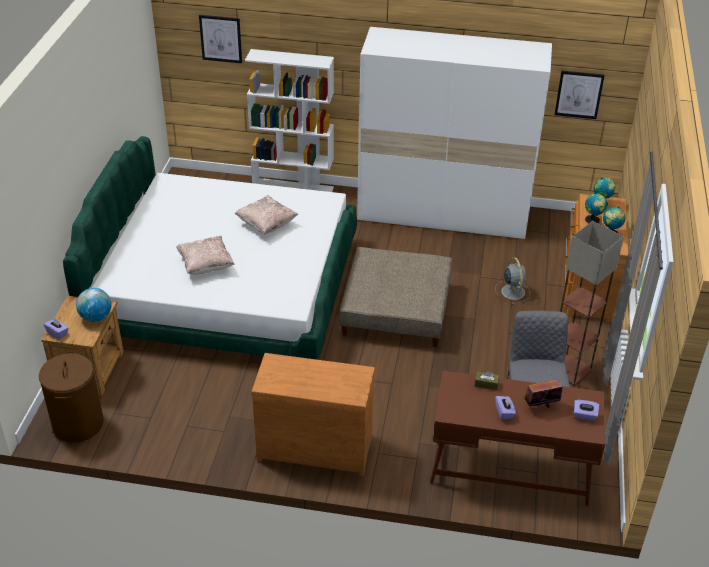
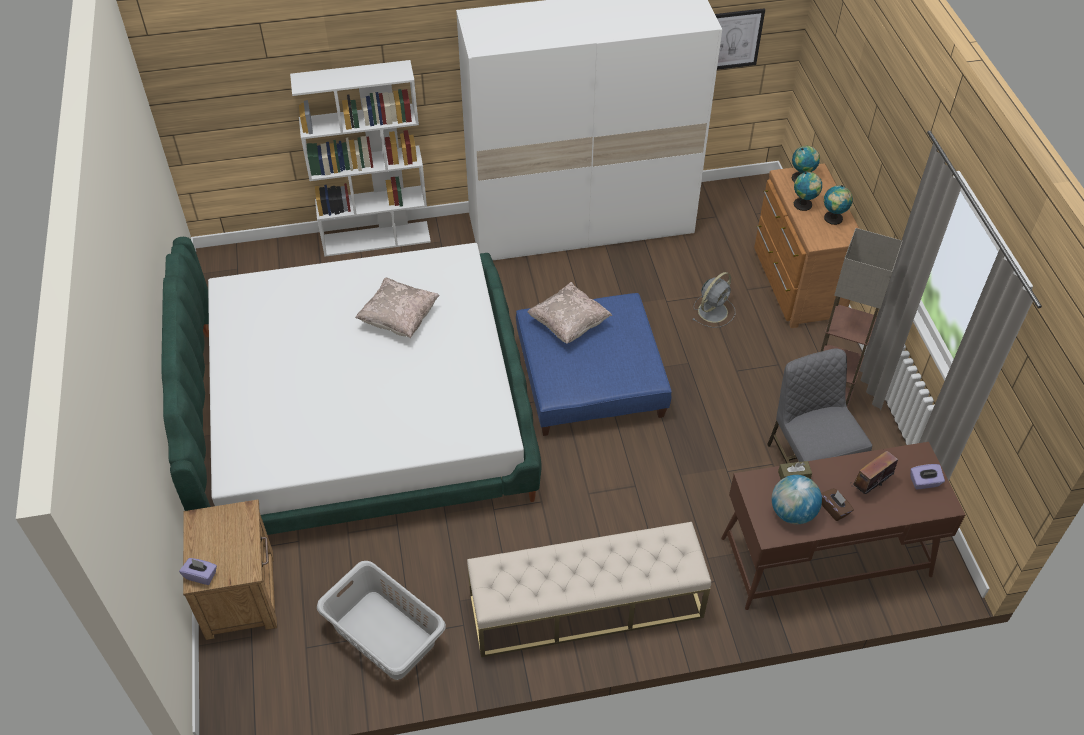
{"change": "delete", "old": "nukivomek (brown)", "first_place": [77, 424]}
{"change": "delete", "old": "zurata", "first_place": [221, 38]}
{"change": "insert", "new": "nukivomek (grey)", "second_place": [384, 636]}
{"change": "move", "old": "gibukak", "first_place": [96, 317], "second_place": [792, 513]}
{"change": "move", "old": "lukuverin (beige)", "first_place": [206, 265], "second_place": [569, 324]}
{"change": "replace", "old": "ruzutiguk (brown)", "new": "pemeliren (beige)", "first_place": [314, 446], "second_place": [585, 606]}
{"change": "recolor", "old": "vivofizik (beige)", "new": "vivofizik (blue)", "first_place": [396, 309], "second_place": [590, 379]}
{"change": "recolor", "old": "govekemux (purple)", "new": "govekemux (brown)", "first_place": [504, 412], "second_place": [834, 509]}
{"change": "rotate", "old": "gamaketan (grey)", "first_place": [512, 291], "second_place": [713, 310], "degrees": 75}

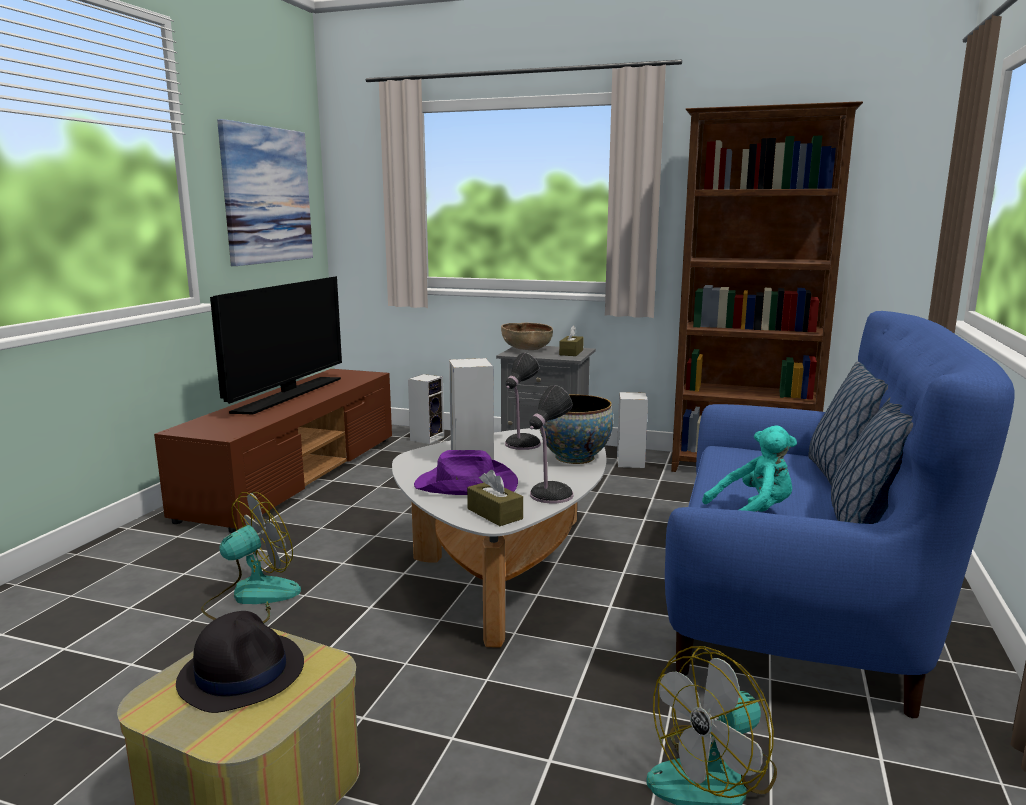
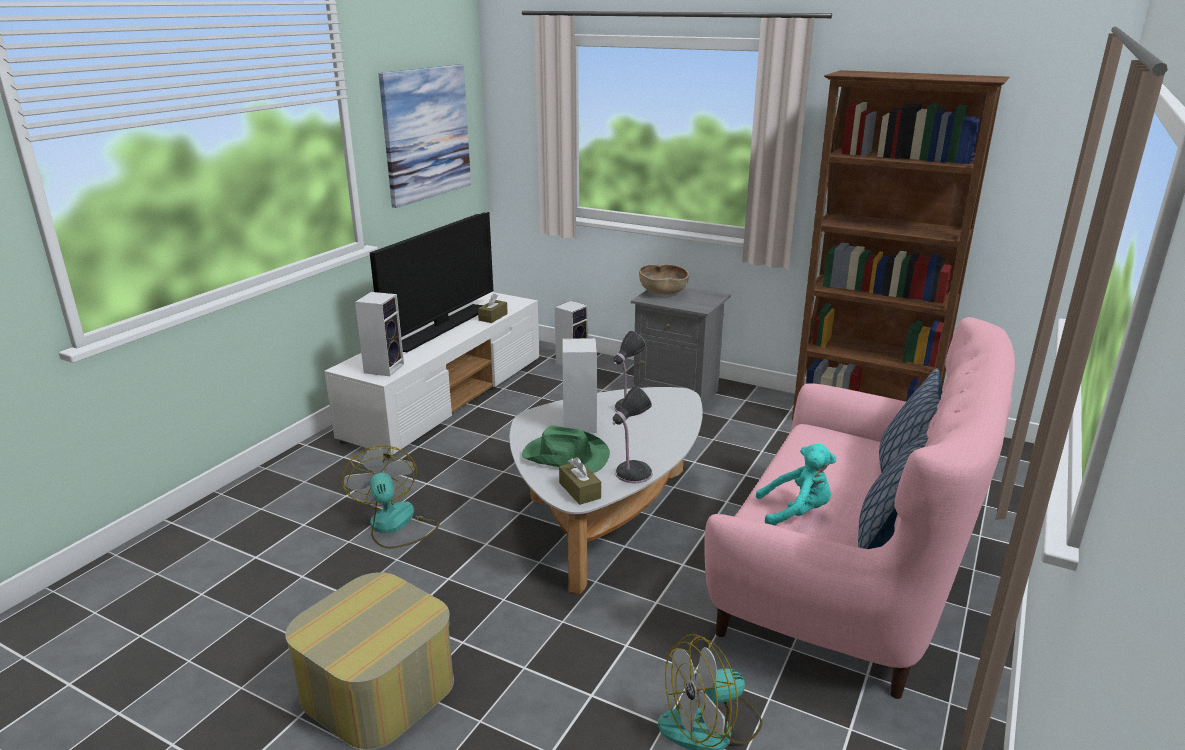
{"change": "delete", "old": "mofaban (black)", "first_place": [242, 673]}
{"change": "delete", "old": "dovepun", "first_place": [575, 457]}
{"change": "move", "old": "govekemux (brown)", "first_place": [571, 352], "second_place": [493, 317]}
{"change": "move", "old": "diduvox", "first_place": [629, 462], "second_place": [384, 368]}
{"change": "recolor", "old": "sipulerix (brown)", "new": "sipulerix (white)", "first_place": [296, 475], "second_place": [447, 397]}
{"change": "recolor", "old": "mofaban (purple)", "new": "mofaban (green)", "first_place": [465, 486], "second_place": [565, 456]}
{"change": "recolor", "old": "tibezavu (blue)", "new": "tibezavu (pink)", "first_place": [797, 607], "second_place": [846, 583]}
{"change": "rotate", "old": "gamaketan", "first_place": [251, 598], "second_place": [395, 526], "degrees": -75}

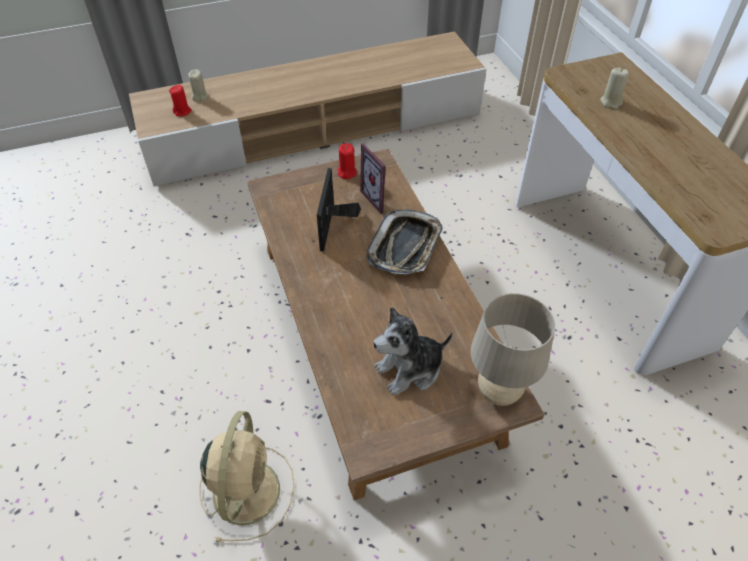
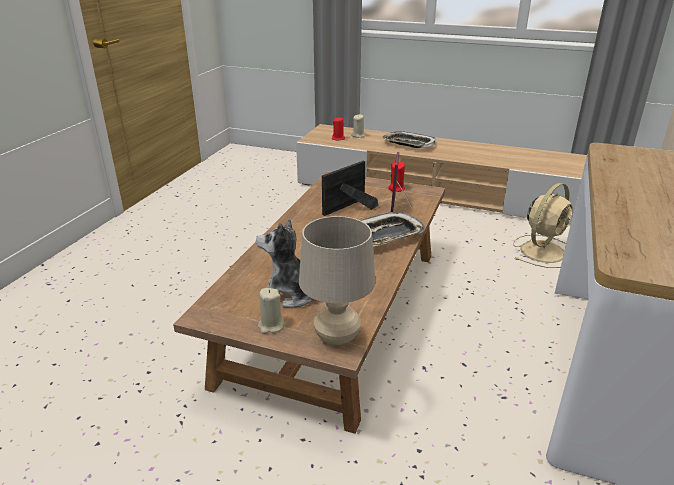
{"change": "insert", "new": "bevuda", "second_place": [408, 143]}
{"change": "move", "old": "gamaketan (beige)", "first_place": [247, 488], "second_place": [543, 251]}
{"change": "move", "old": "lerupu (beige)", "first_place": [611, 102], "second_place": [271, 326]}

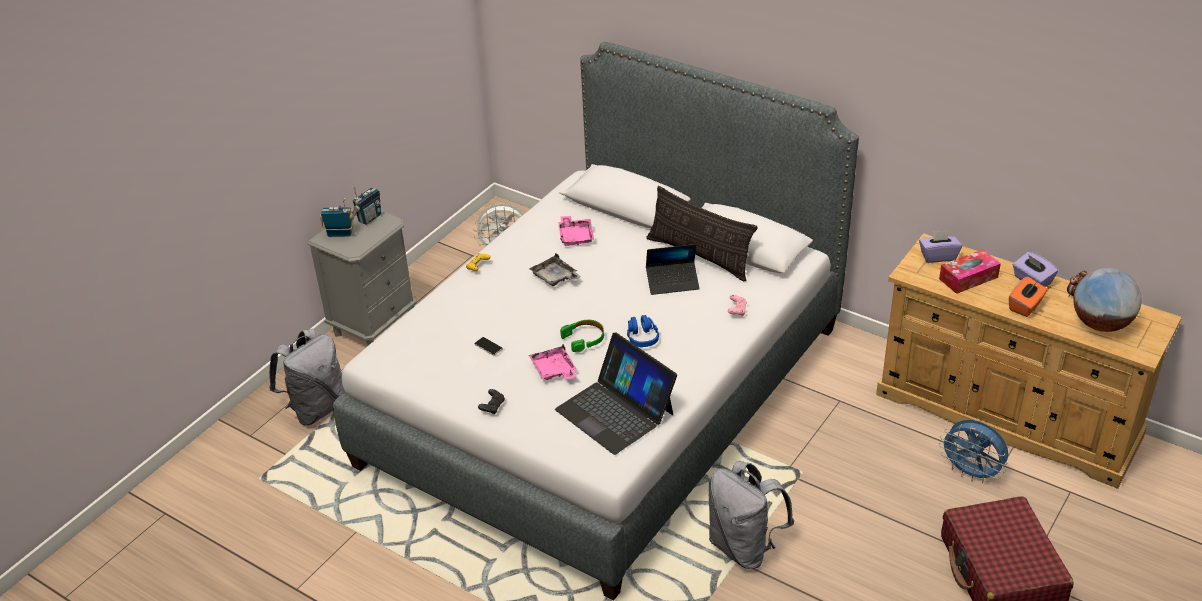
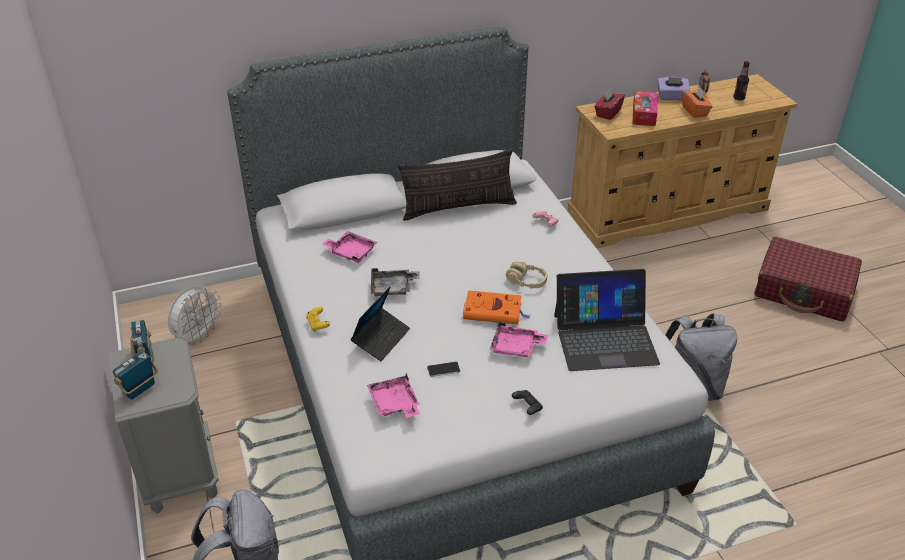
{"change": "delete", "old": "gamaketan (blue)", "first_place": [971, 473]}
{"change": "insert", "new": "bevuda (pink)", "second_place": [394, 404]}
{"change": "move", "old": "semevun", "first_place": [672, 282], "second_place": [381, 338]}
{"change": "replace", "old": "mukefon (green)", "new": "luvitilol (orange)", "first_place": [584, 339], "second_place": [494, 311]}
{"change": "replace", "old": "gibukak", "new": "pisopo", "first_place": [1101, 324], "second_place": [739, 98]}
{"change": "recolor", "old": "mukefon (blue)", "new": "mukefon (beige)", "first_place": [642, 337], "second_place": [526, 281]}
{"change": "recolor", "old": "govekemux (purple)", "new": "govekemux (red)", "first_place": [938, 256], "second_place": [608, 113]}

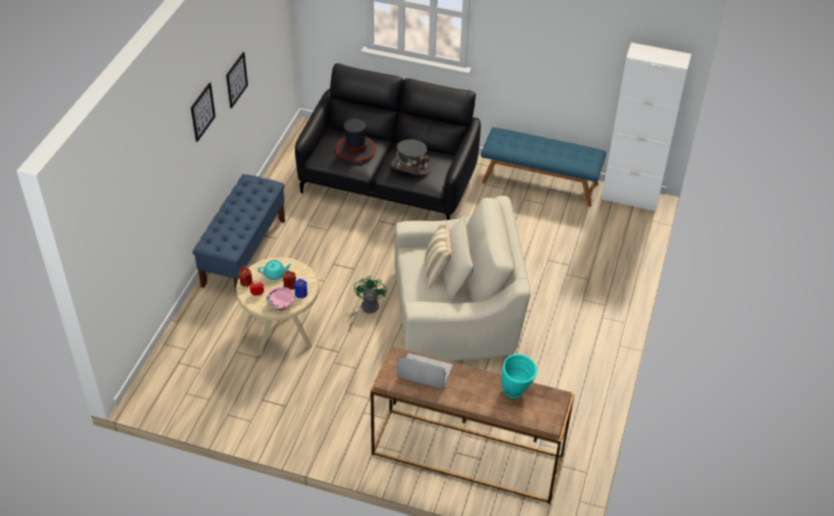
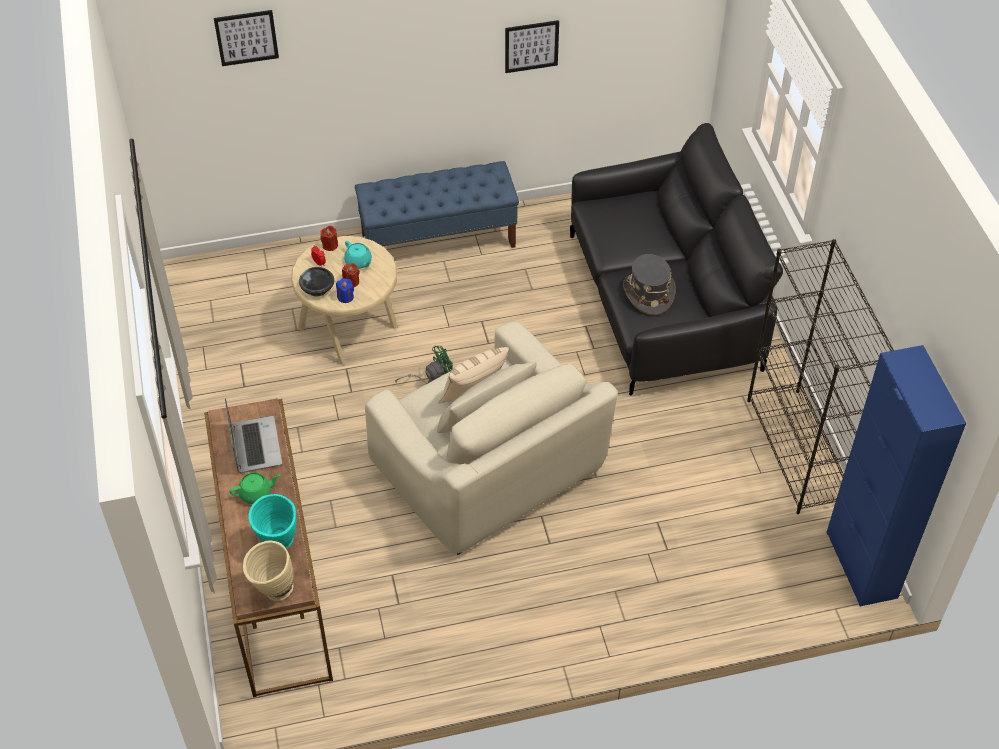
{"change": "delete", "old": "mofaban", "first_place": [355, 149]}
{"change": "insert", "new": "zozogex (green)", "second_place": [256, 493]}
{"change": "insert", "new": "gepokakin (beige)", "second_place": [272, 591]}
{"change": "move", "old": "zurata", "first_place": [202, 112], "second_place": [246, 37]}
{"change": "replace", "old": "pemeliren (blue)", "new": "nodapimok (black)", "first_place": [540, 182], "second_place": [798, 451]}
{"change": "recolor", "old": "dovepun (pink)", "new": "dovepun (black)", "first_place": [281, 304], "second_place": [317, 289]}
{"change": "recolor", "old": "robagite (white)", "new": "robagite (blue)", "first_place": [630, 197], "second_place": [861, 565]}

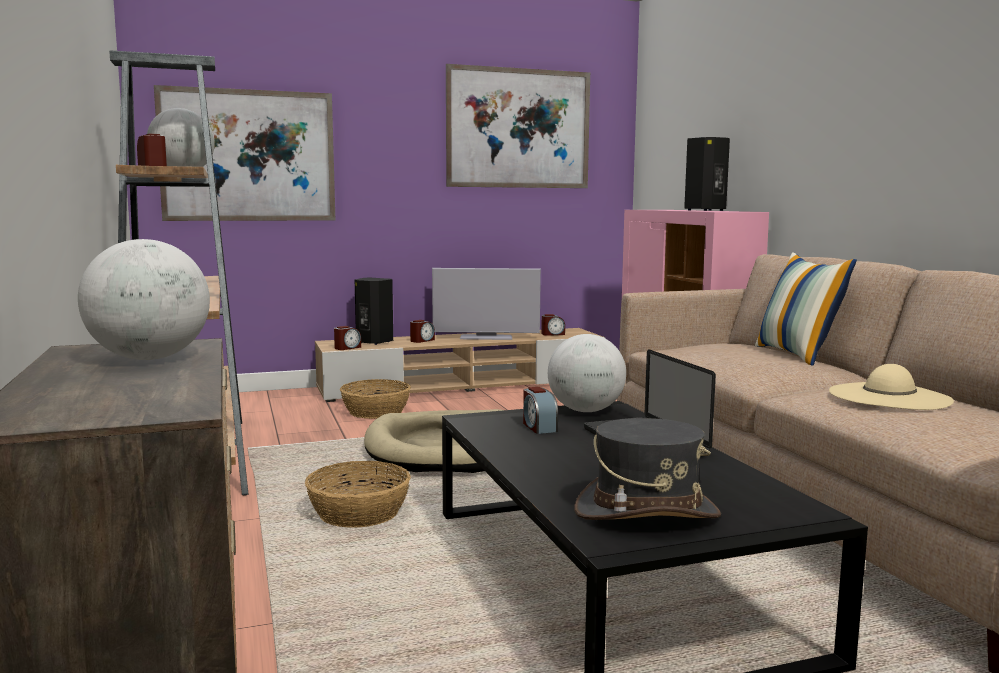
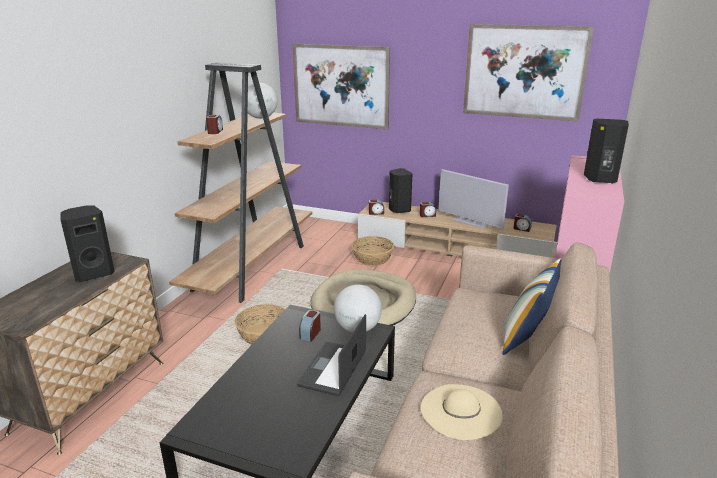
{"change": "delete", "old": "mofaban (grey)", "first_place": [646, 512]}
{"change": "replace", "old": "gibukak", "new": "diduvox (black)", "first_place": [149, 358], "second_place": [93, 273]}

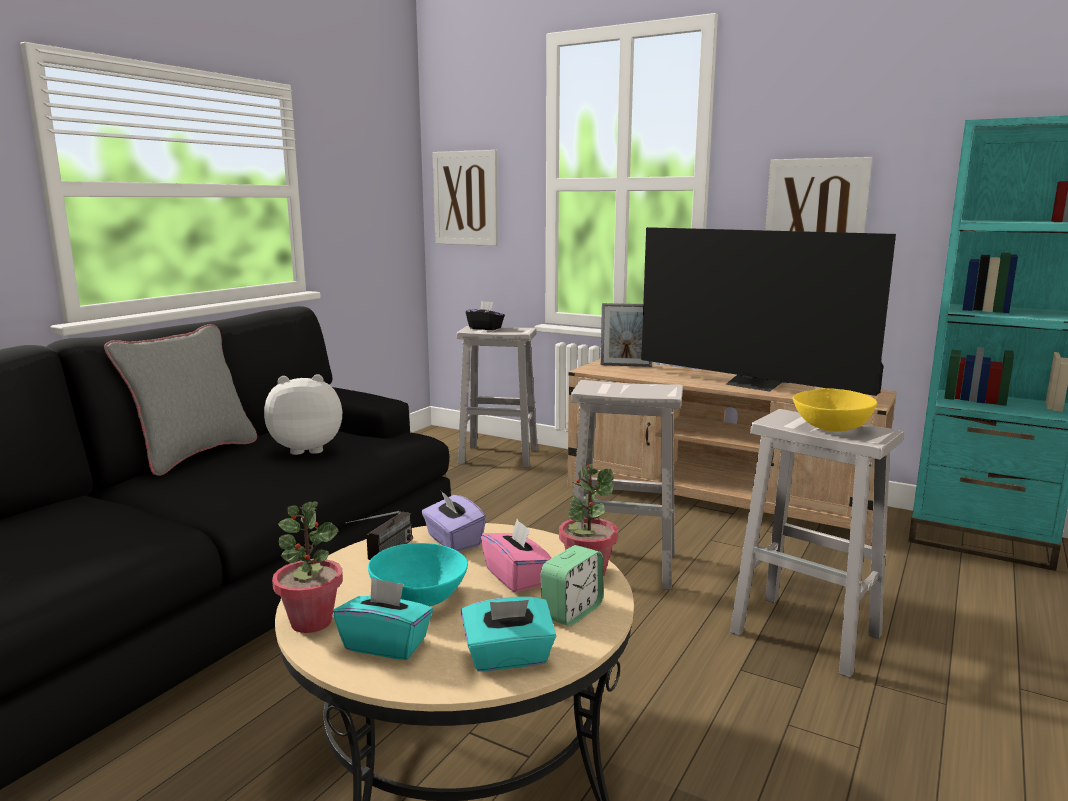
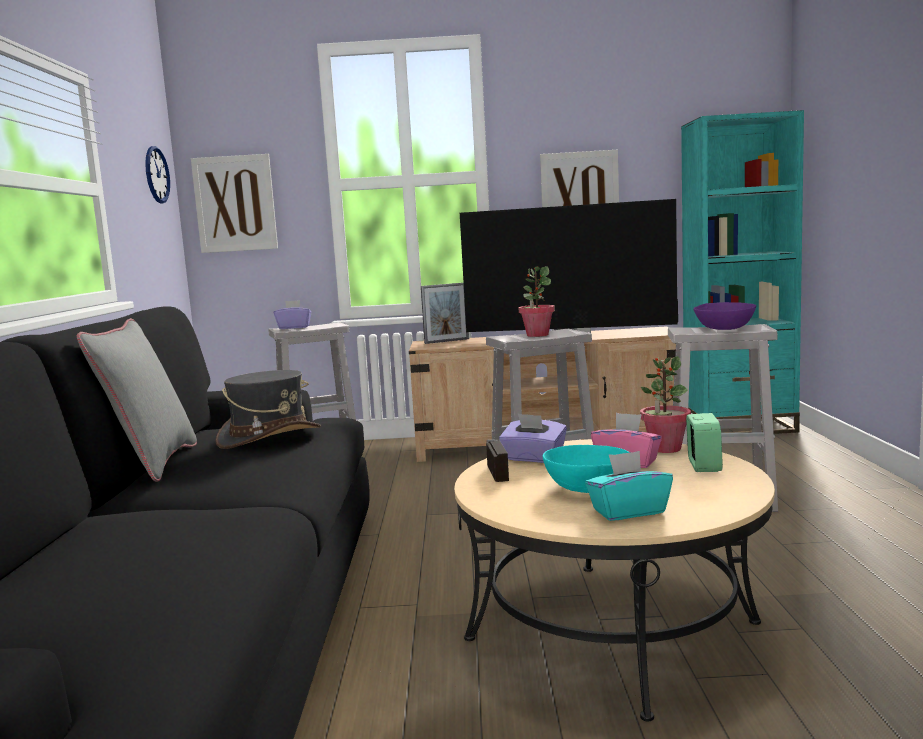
{"change": "delete", "old": "govekemux (turquoise)", "first_place": [508, 658]}
{"change": "insert", "new": "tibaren", "second_place": [157, 175]}
{"change": "move", "old": "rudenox", "first_place": [311, 622], "second_place": [537, 335]}
{"change": "replace", "old": "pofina", "new": "mofaban (grey)", "first_place": [307, 448], "second_place": [269, 437]}
{"change": "recolor", "old": "govekemux (black)", "new": "govekemux (purple)", "first_place": [485, 328], "second_place": [294, 327]}
{"change": "recolor", "old": "dovepun (yellow)", "new": "dovepun (purple)", "first_place": [831, 427], "second_place": [724, 328]}

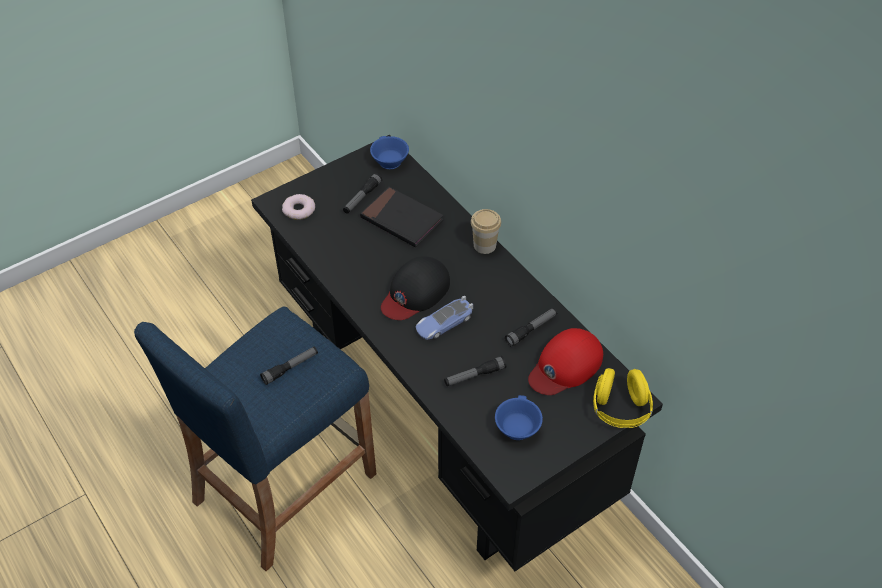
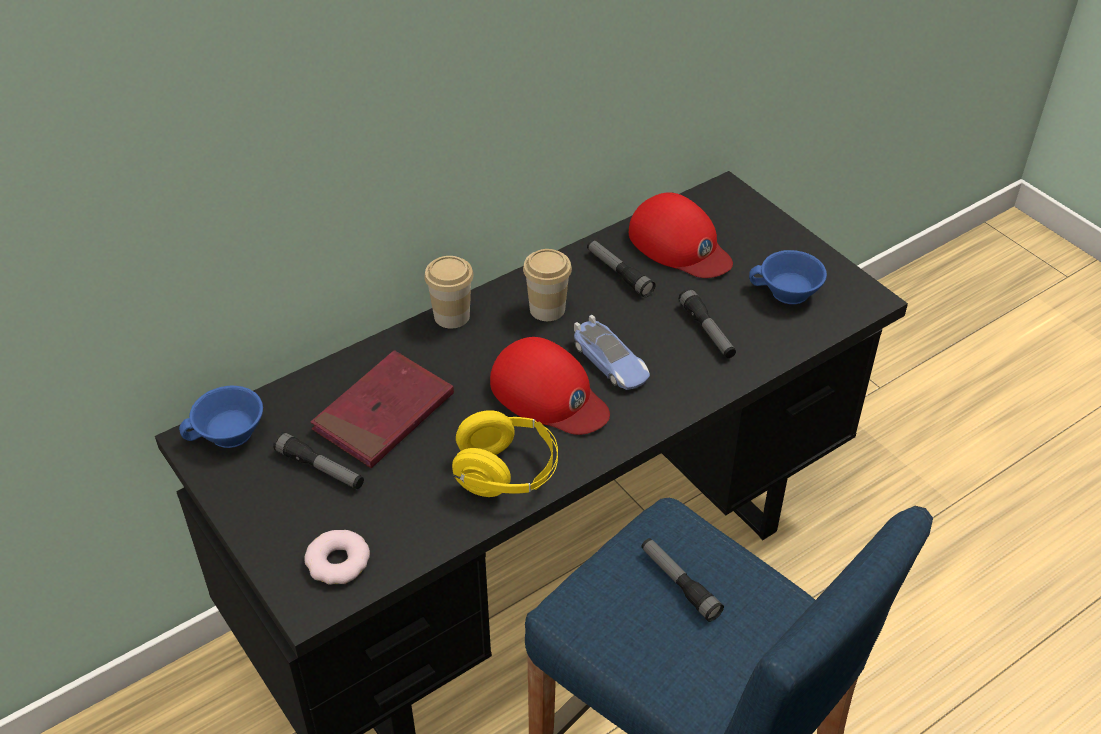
{"change": "insert", "new": "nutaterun", "second_place": [547, 309]}
{"change": "move", "old": "mukefon (yellow)", "first_place": [620, 409], "second_place": [506, 473]}
{"change": "recolor", "old": "luvitilol (black)", "new": "luvitilol (red)", "first_place": [402, 220], "second_place": [384, 413]}
{"change": "recolor", "old": "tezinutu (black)", "new": "tezinutu (red)", "first_place": [415, 292], "second_place": [549, 395]}

